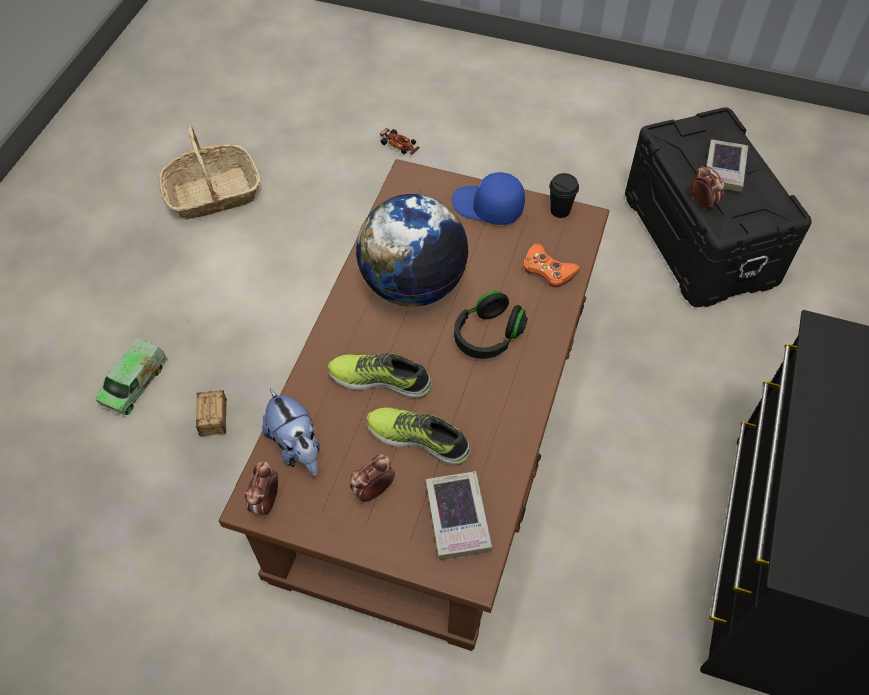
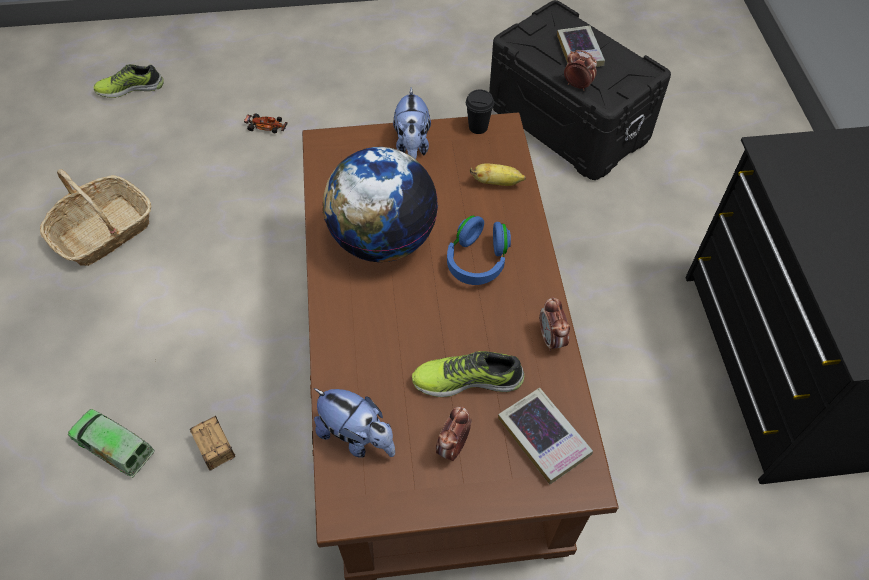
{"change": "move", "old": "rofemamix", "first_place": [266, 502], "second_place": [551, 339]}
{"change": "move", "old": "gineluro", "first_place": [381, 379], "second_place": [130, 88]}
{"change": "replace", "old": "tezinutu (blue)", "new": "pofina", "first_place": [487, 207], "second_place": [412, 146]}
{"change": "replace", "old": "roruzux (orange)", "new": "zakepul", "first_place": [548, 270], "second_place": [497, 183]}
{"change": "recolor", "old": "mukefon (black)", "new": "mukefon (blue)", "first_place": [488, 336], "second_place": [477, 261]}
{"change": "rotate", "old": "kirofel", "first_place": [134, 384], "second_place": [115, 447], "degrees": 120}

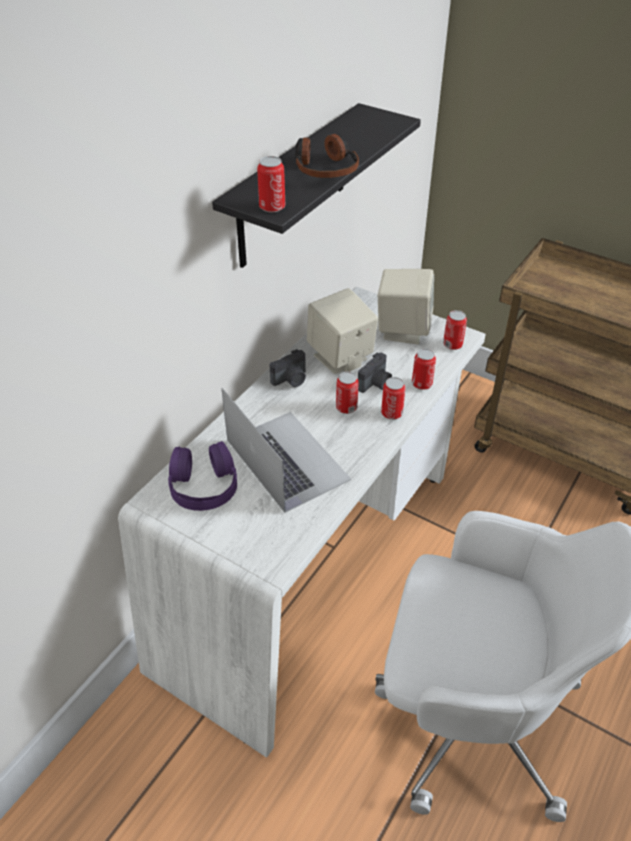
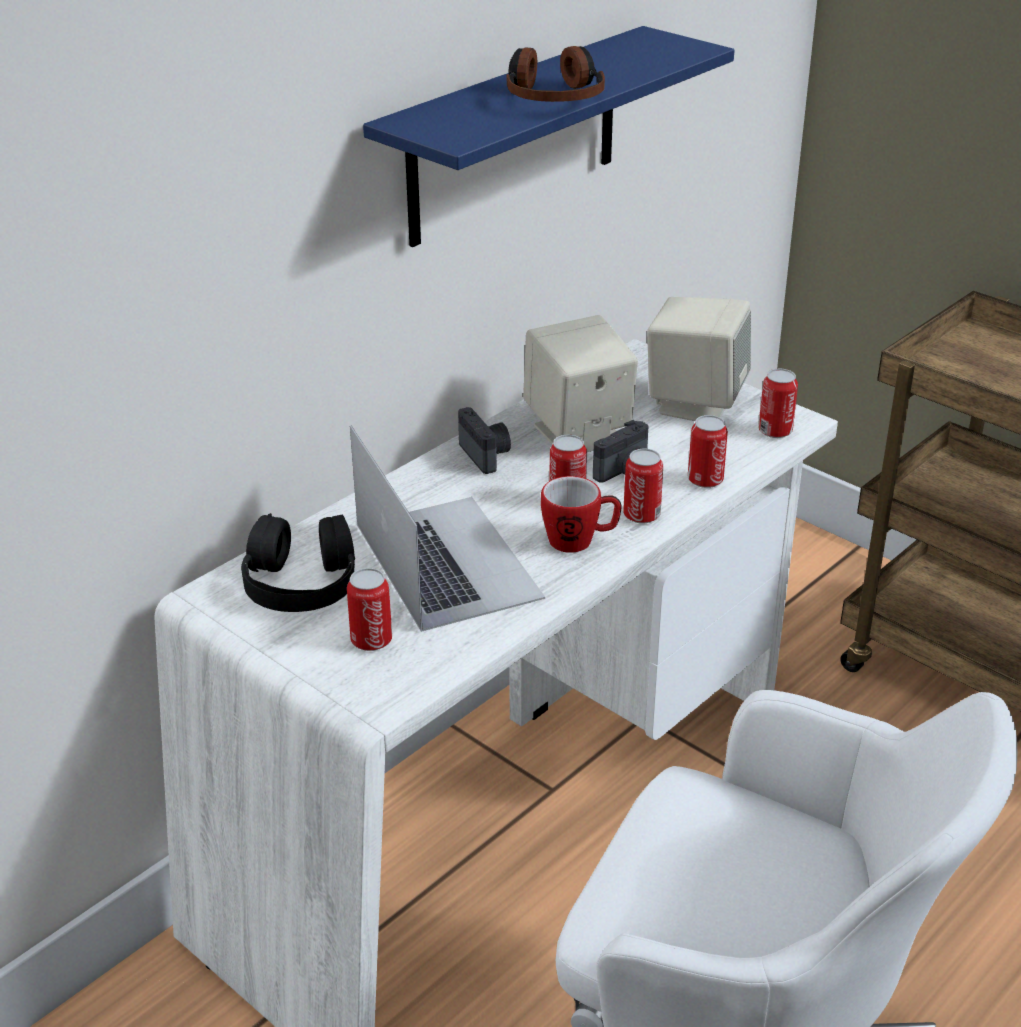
{"change": "insert", "new": "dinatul", "second_place": [580, 541]}
{"change": "move", "old": "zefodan", "first_place": [272, 207], "second_place": [371, 640]}
{"change": "recolor", "old": "mukefon (purple)", "new": "mukefon (black)", "first_place": [203, 485], "second_place": [301, 581]}
{"change": "recolor", "old": "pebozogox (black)", "new": "pebozogox (blue)", "first_place": [293, 187], "second_place": [514, 137]}
{"change": "rotate", "old": "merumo", "first_place": [291, 380], "second_place": [486, 455], "degrees": -90}

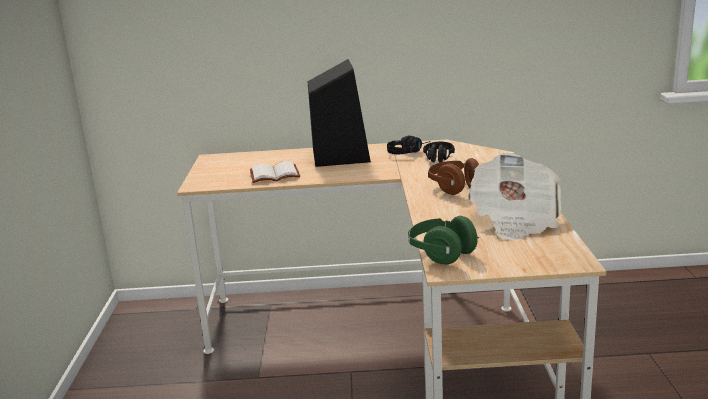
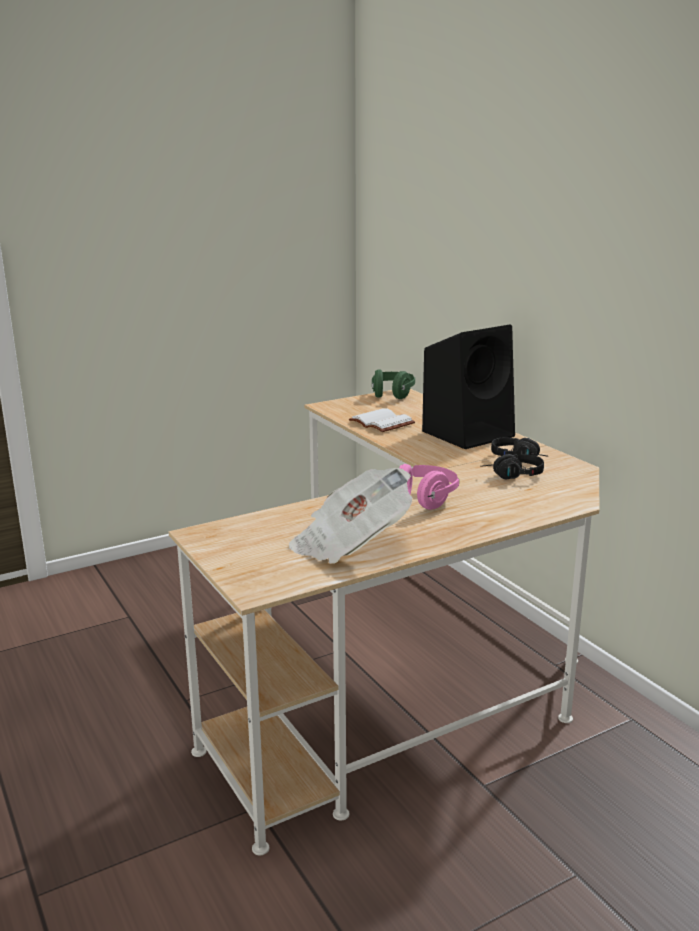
{"change": "move", "old": "mukefon (green)", "first_place": [441, 254], "second_place": [392, 395]}
{"change": "recolor", "old": "mukefon (brown)", "new": "mukefon (pink)", "first_place": [454, 188], "second_place": [425, 500]}

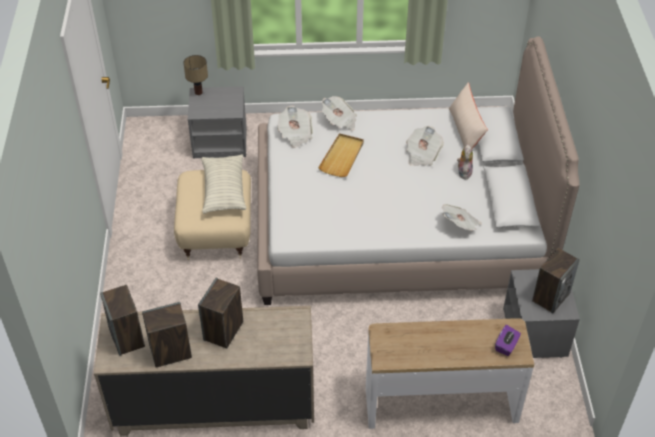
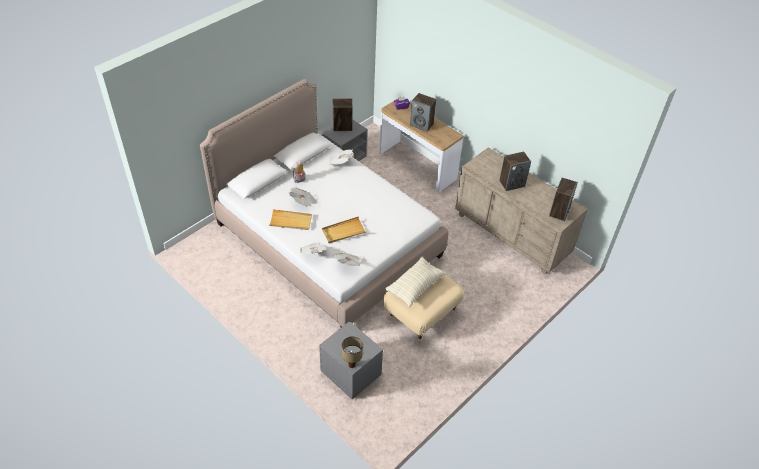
{"change": "delete", "old": "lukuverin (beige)", "first_place": [465, 130]}
{"change": "insert", "new": "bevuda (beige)", "second_place": [290, 221]}
{"change": "move", "old": "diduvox", "first_place": [170, 353], "second_place": [422, 124]}

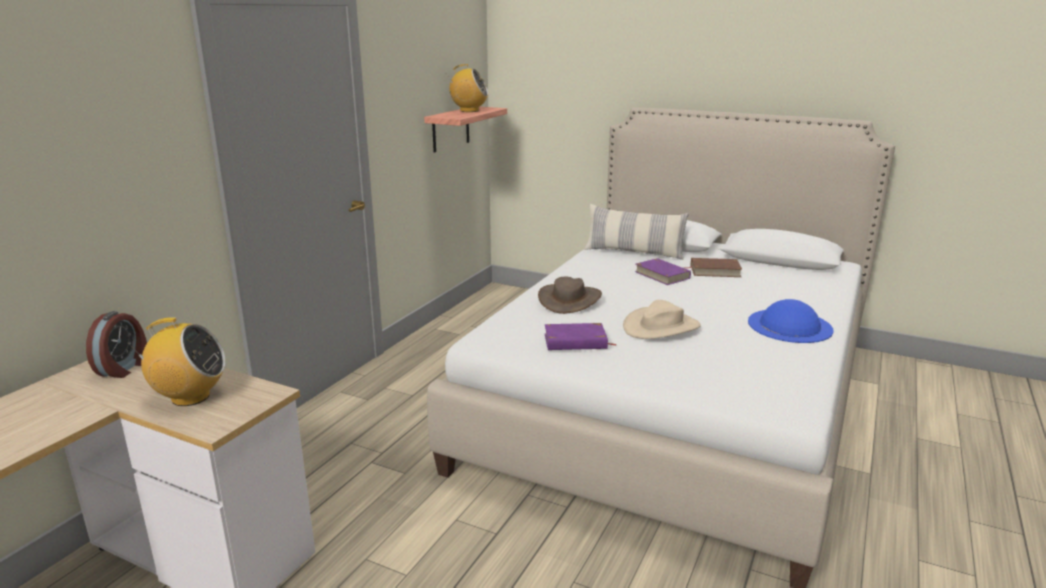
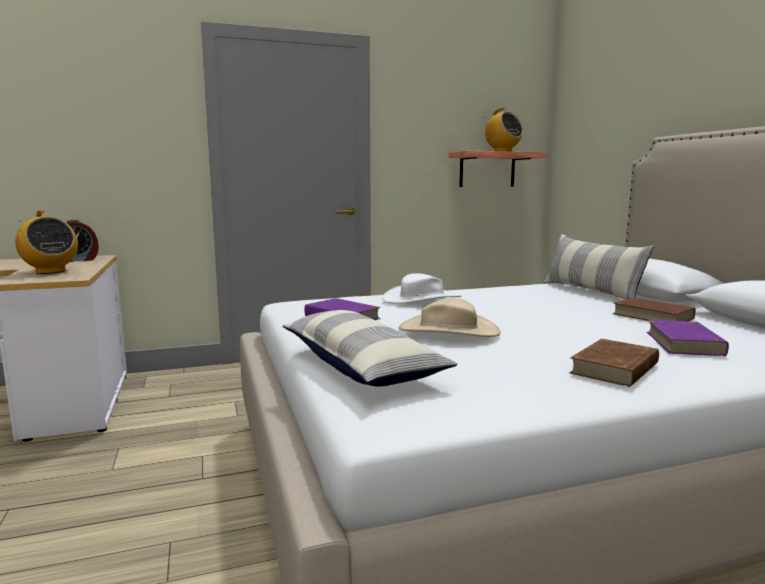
{"change": "insert", "new": "lukuverin", "second_place": [360, 366]}
{"change": "move", "old": "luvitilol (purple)", "first_place": [662, 275], "second_place": [684, 343]}
{"change": "replace", "old": "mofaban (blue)", "new": "luvitilol (brown)", "first_place": [789, 325], "second_place": [615, 368]}
{"change": "recolor", "old": "mofaban (brown)", "new": "mofaban (white)", "first_place": [570, 300], "second_place": [422, 299]}

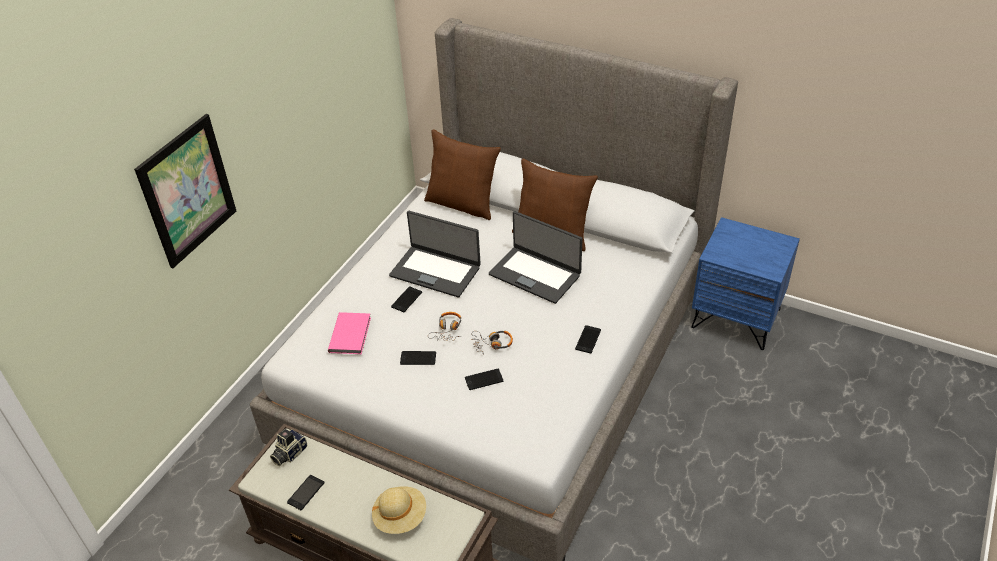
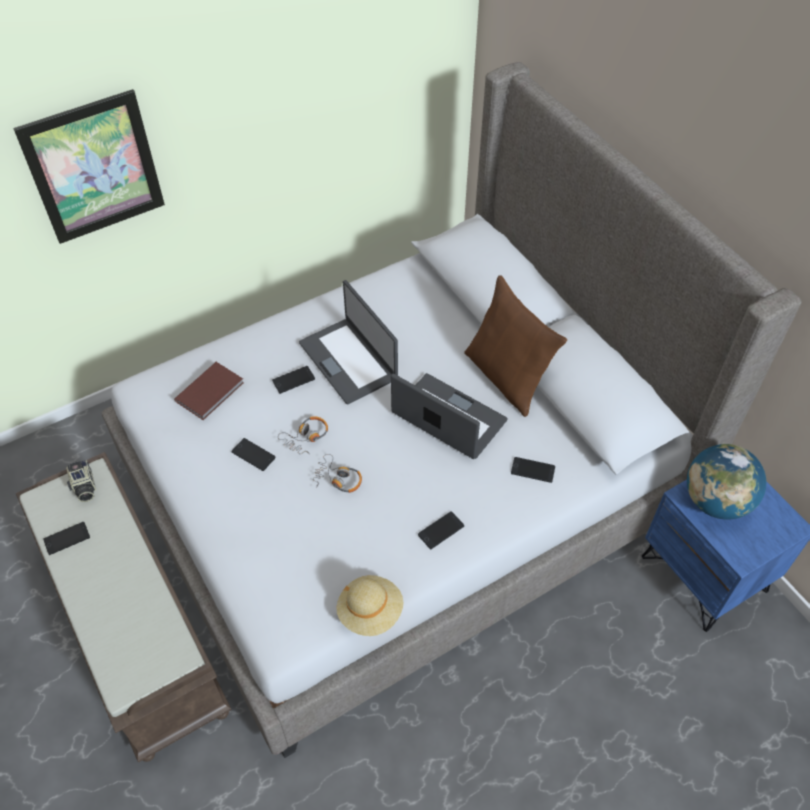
{"change": "delete", "old": "lukuverin (brown)", "first_place": [463, 203]}
{"change": "insert", "new": "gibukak", "second_place": [716, 501]}
{"change": "move", "old": "mofaban (beige)", "first_place": [400, 517], "second_place": [370, 612]}
{"change": "move", "old": "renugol", "first_place": [484, 379], "second_place": [532, 470]}
{"change": "recolor", "old": "luvitilol (pink)", "new": "luvitilol (brown)", "first_place": [351, 334], "second_place": [211, 392]}
{"change": "rotate", "old": "merumo", "first_place": [288, 453], "second_place": [84, 487], "degrees": -90}
{"change": "rotate", "old": "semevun", "first_place": [535, 274], "second_place": [448, 418], "degrees": 150}

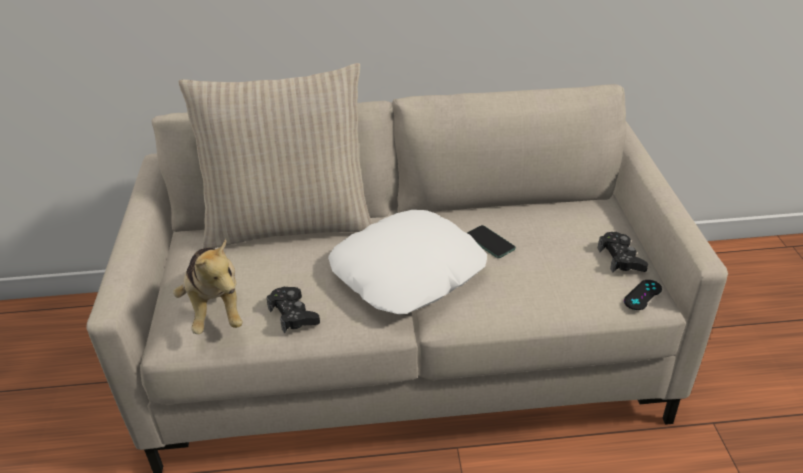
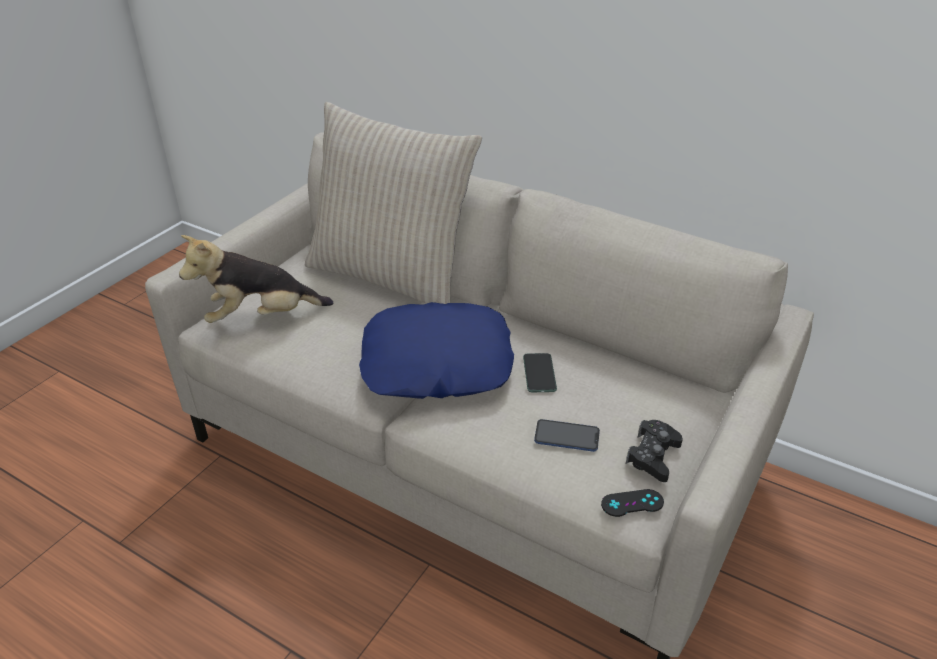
{"change": "delete", "old": "roruzux (black)", "first_place": [293, 314]}
{"change": "insert", "new": "renugol", "second_place": [566, 437]}
{"change": "recolor", "old": "lukuverin (white)", "new": "lukuverin (blue)", "first_place": [408, 273], "second_place": [436, 364]}
{"change": "rotate", "old": "pofina", "first_place": [216, 309], "second_place": [261, 317], "degrees": 60}

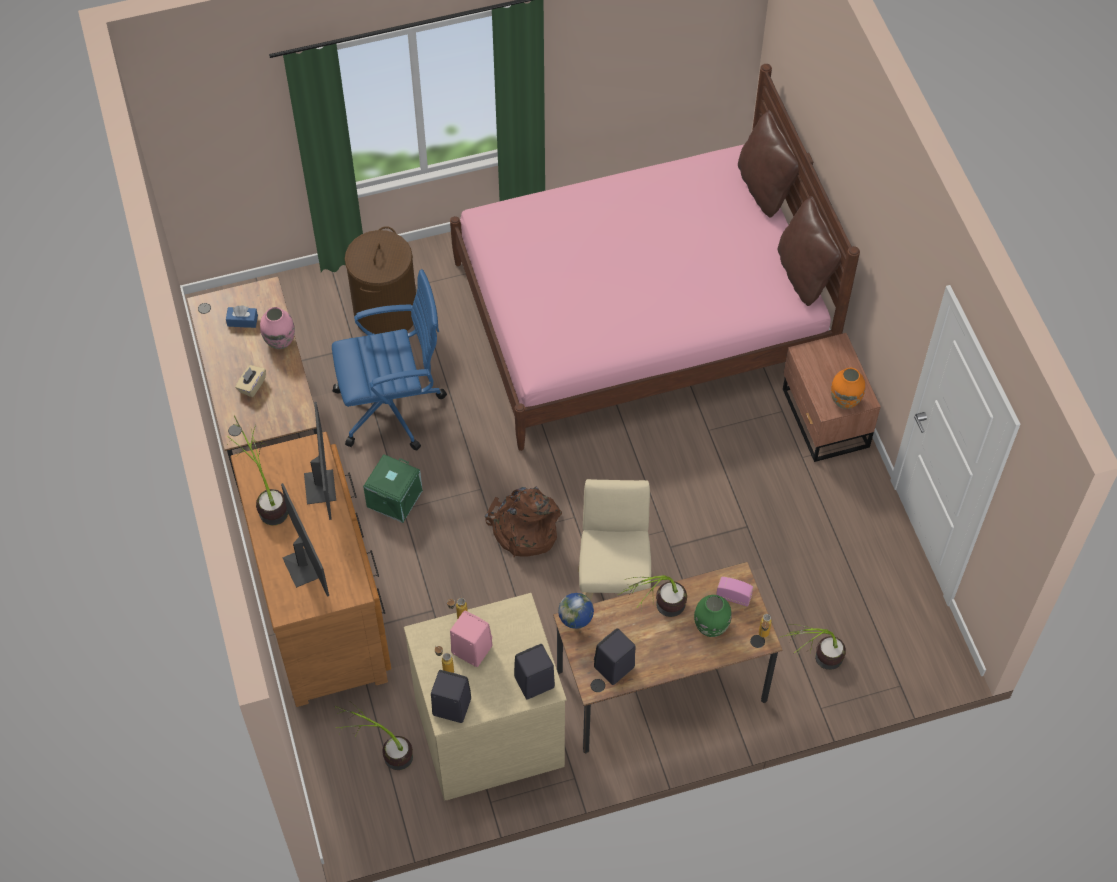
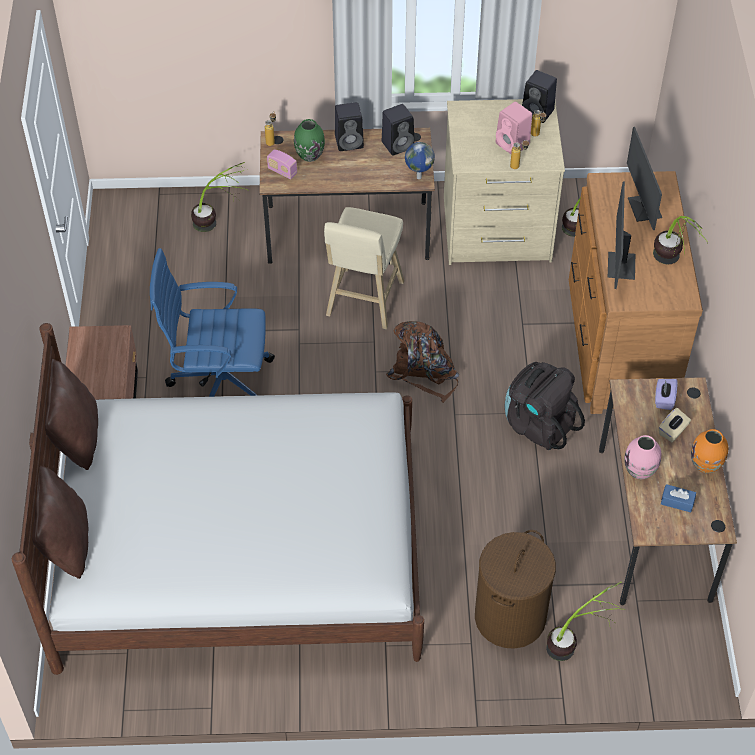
{"change": "insert", "new": "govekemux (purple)", "second_place": [664, 399]}
{"change": "move", "old": "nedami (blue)", "first_place": [393, 407], "second_place": [219, 384]}
{"change": "move", "old": "diduvox (black)", "first_place": [533, 683], "second_place": [350, 141]}
{"change": "move", "old": "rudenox", "first_place": [655, 613], "second_place": [576, 643]}
{"change": "move", "old": "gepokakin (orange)", "first_place": [844, 400], "second_place": [706, 465]}
{"change": "replace", "old": "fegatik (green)", "new": "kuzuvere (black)", "first_place": [394, 498], "second_place": [538, 424]}
{"change": "recolor", "old": "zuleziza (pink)", "new": "zuleziza (white)", "first_place": [639, 316], "second_place": [240, 550]}

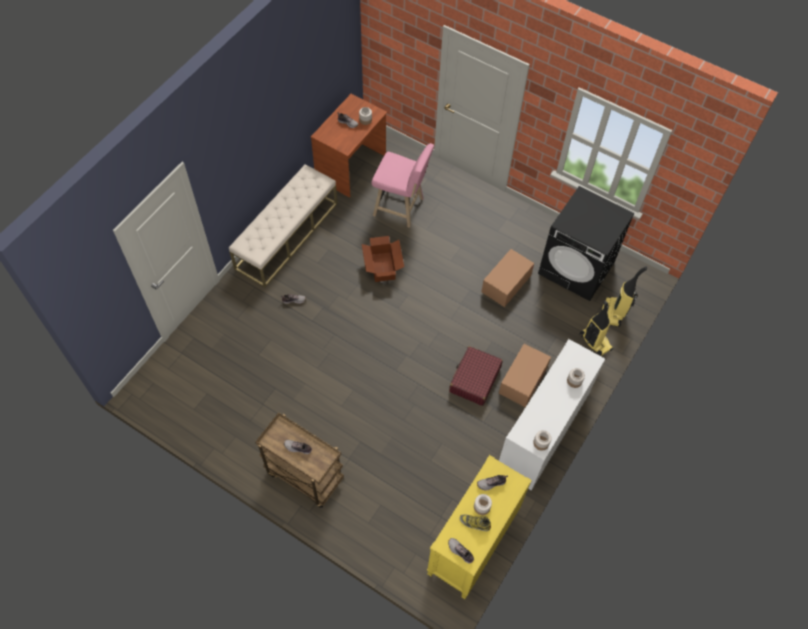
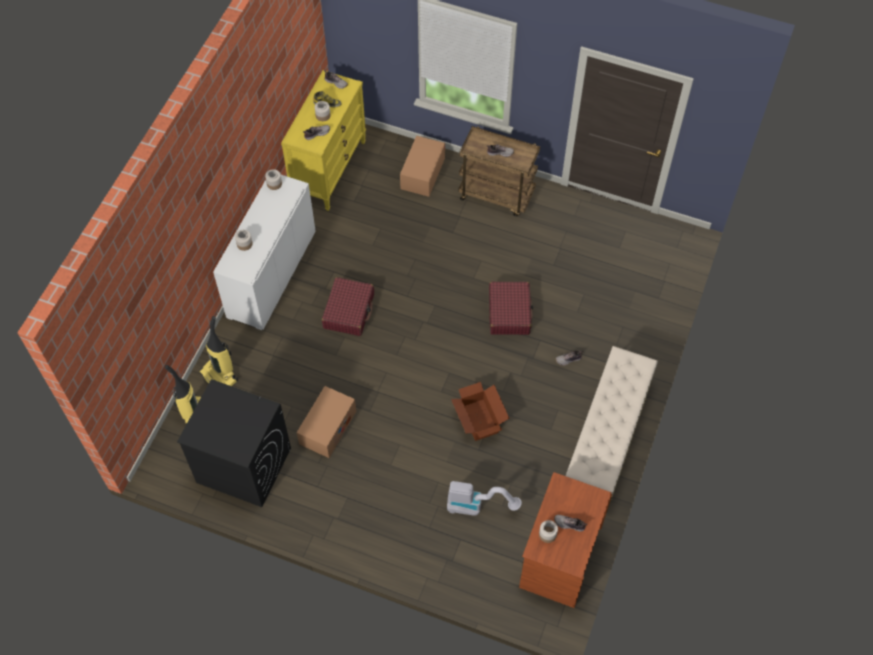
{"change": "insert", "new": "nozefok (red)", "second_place": [509, 312]}
{"change": "move", "old": "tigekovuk", "first_place": [523, 380], "second_place": [423, 173]}
{"change": "replace", "old": "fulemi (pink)", "new": "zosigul", "first_place": [401, 208], "second_place": [477, 506]}

